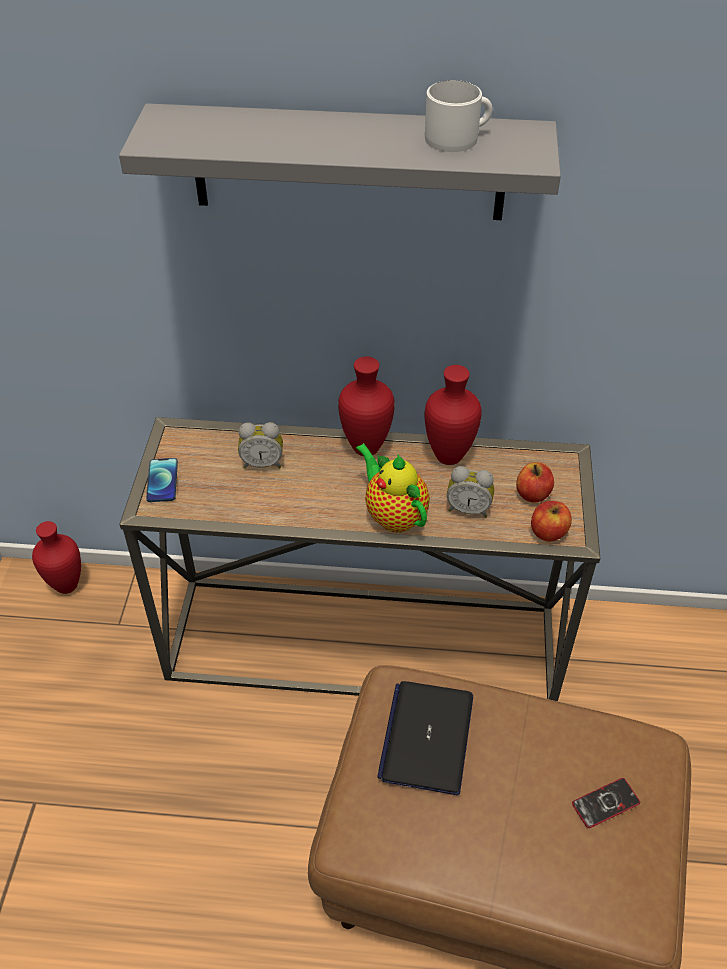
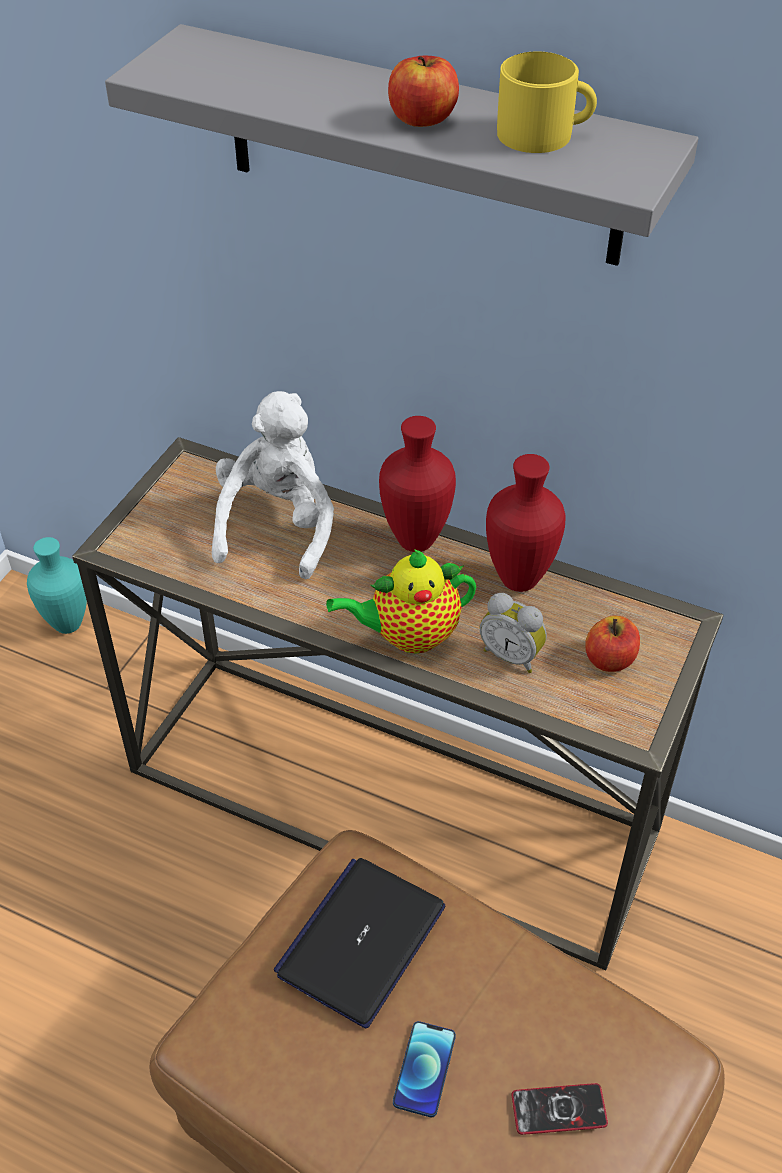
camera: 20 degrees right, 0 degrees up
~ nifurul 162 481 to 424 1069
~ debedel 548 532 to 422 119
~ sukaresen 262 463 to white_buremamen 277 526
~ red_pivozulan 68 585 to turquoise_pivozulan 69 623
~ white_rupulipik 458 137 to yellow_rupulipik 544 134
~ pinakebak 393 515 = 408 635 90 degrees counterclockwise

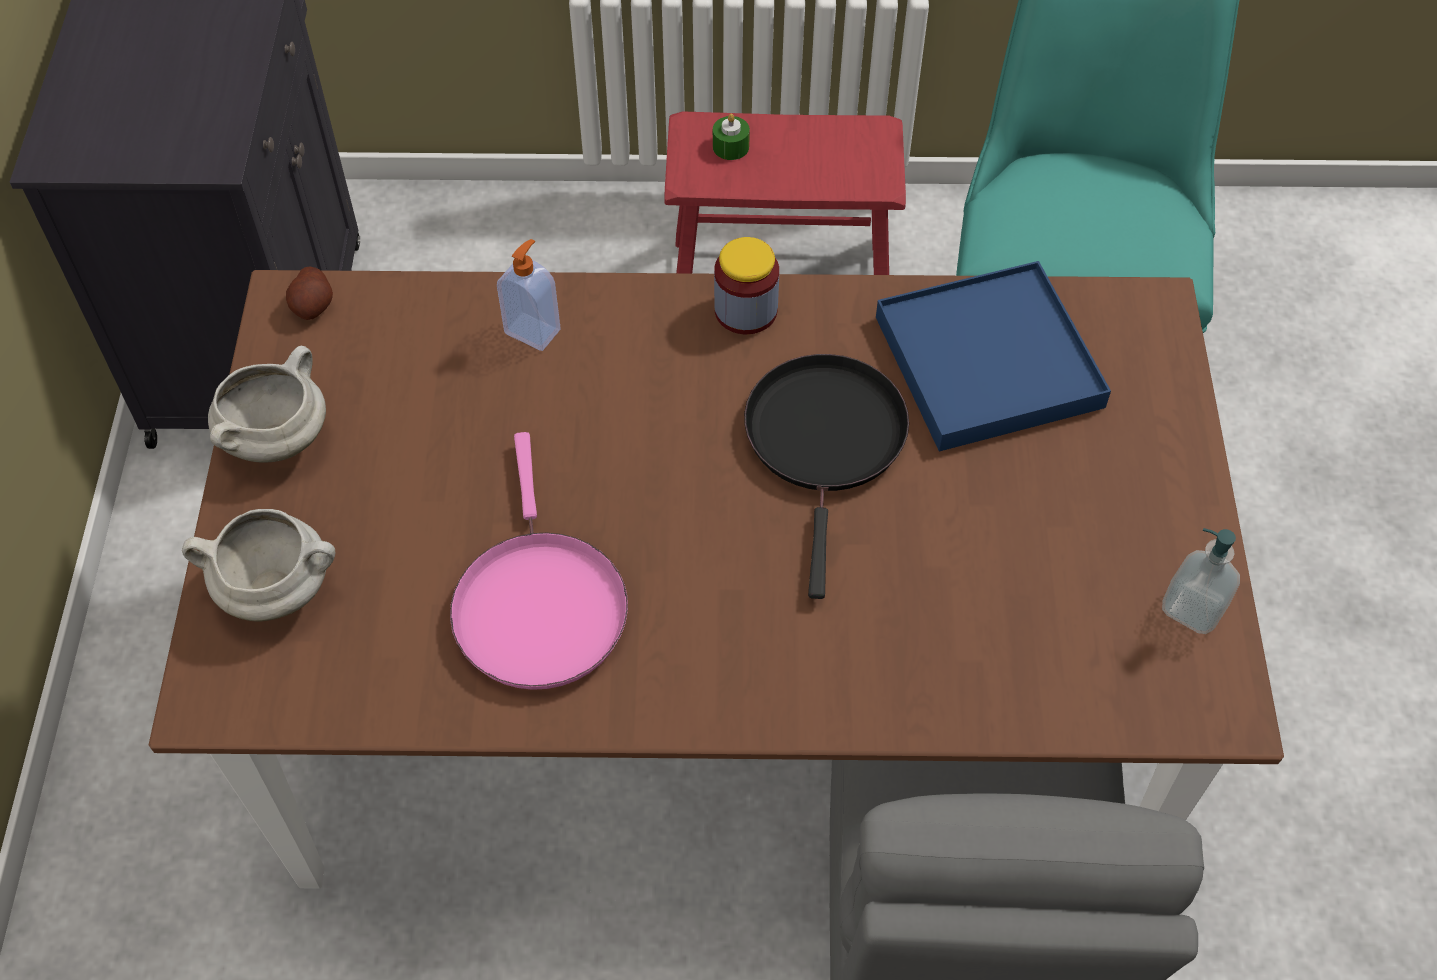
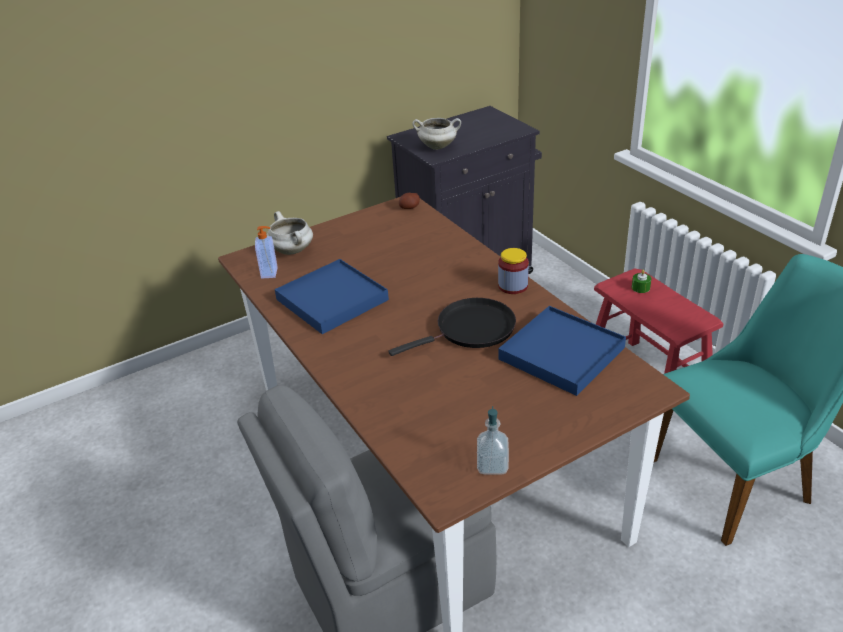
camera: 60 degrees right, 20 degrees down
~ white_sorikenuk 277 438 to 438 146
~ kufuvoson 533 330 to 270 273
~ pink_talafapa 538 605 to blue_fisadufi 331 299

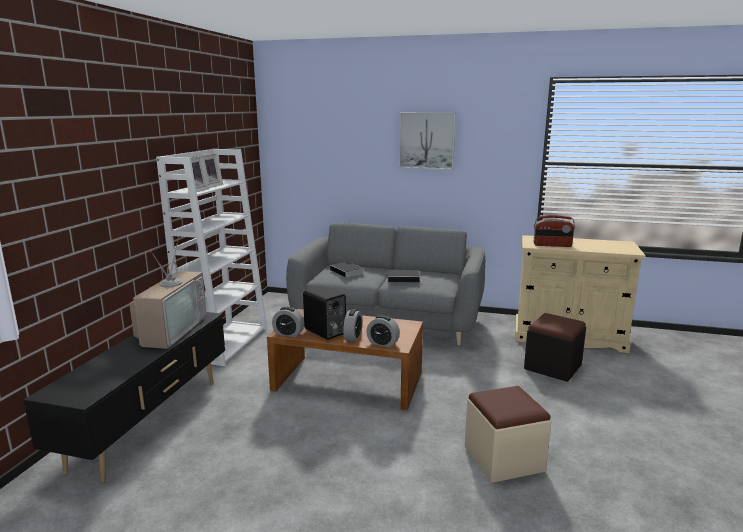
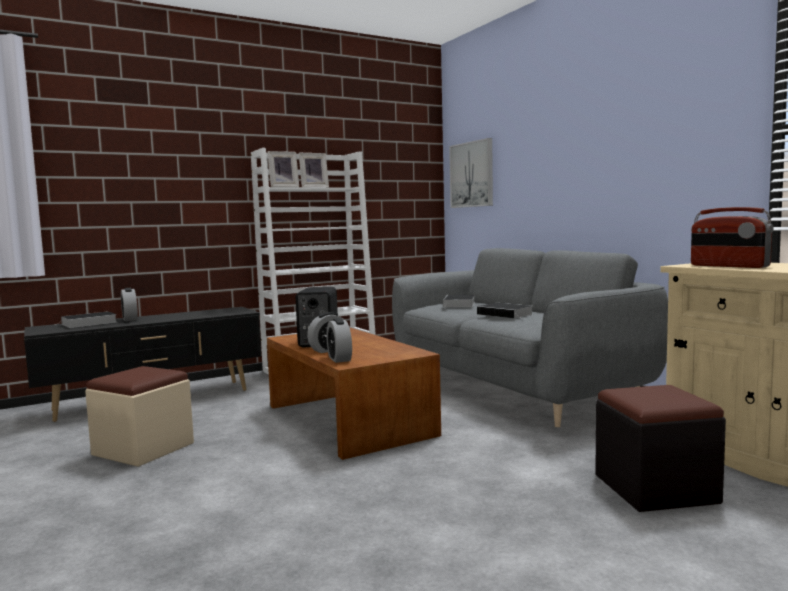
camera: 45 degrees right, 10 degrees down
- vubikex 171 330
+ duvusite 88 323
~ sukaresen 288 334 to 130 319
~ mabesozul 427 140 to 472 174
~ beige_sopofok 503 459 to 143 449

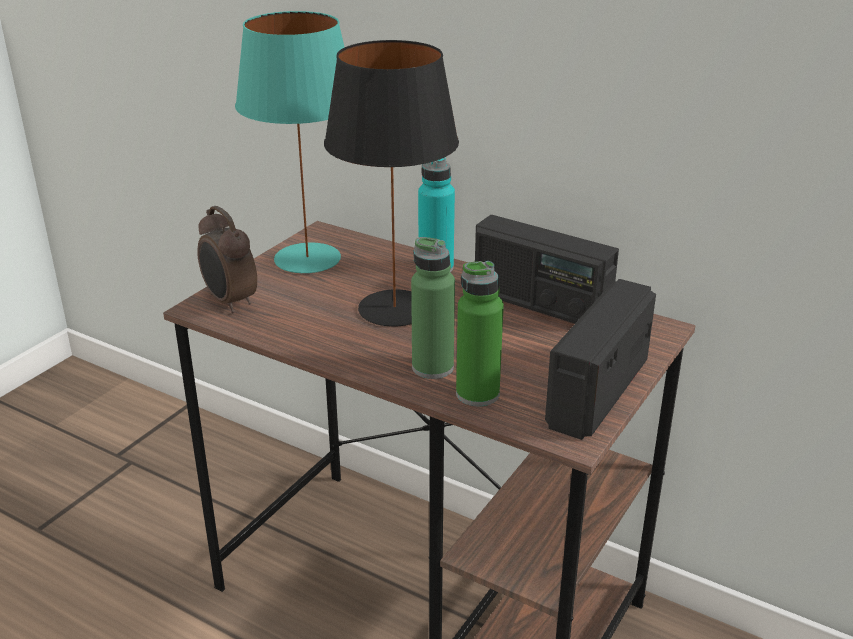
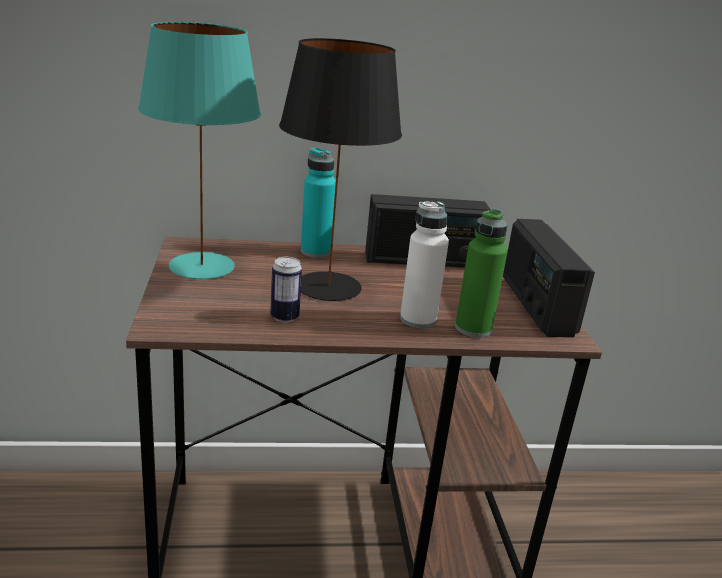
camera: 40 degrees left, 5 degrees down
- sukaresen 229 302
+ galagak 284 317
~ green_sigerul 432 367 to white_sigerul 418 320

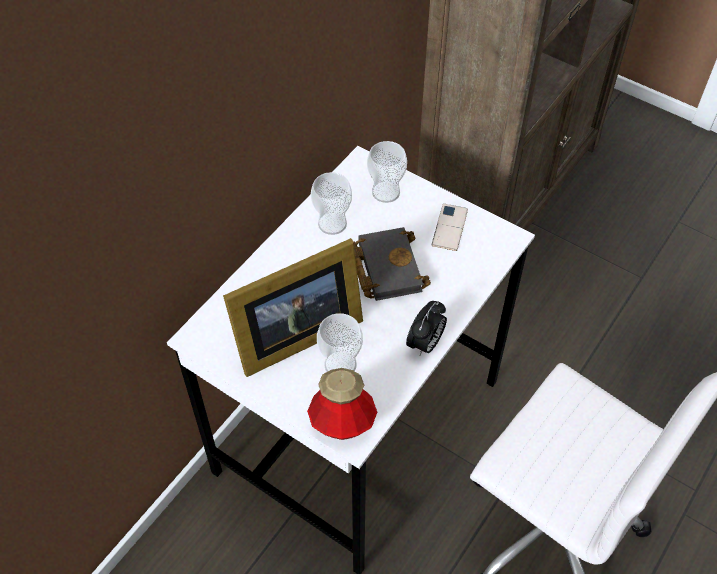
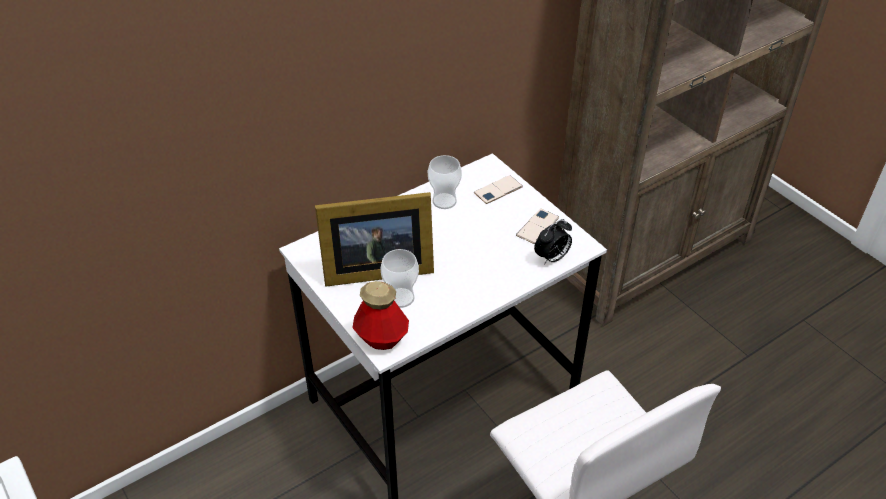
camera: 20 degrees right, 10 degrees down
- black_duvusite 385 267
~ sukaresen 425 344 to 552 258
~ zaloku 386 192 to nifurul 498 190

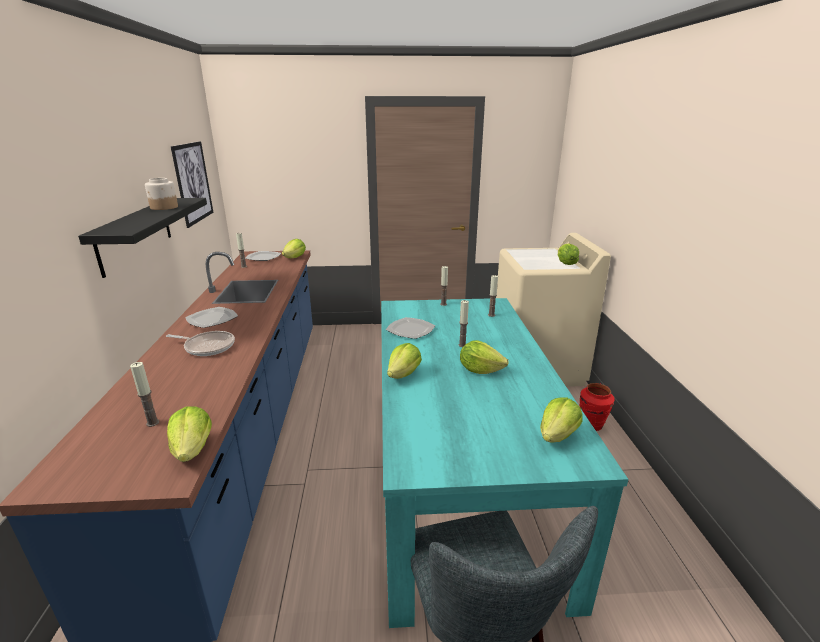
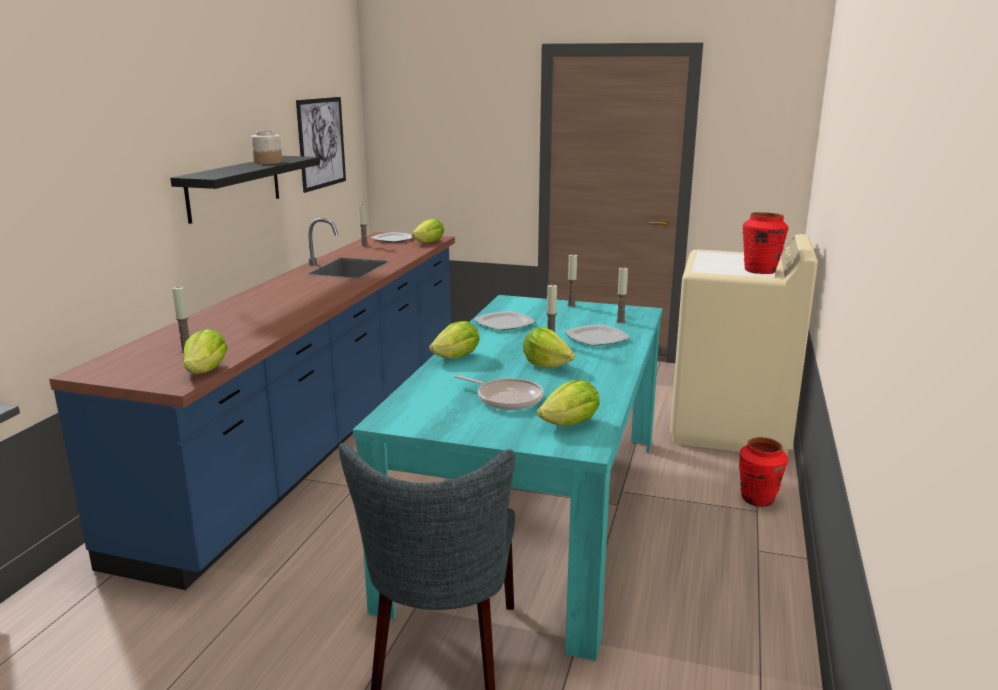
camera: 20 degrees right, 5 degrees down
~ talafapa 207 347 to 506 398
~ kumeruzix 211 319 to 596 338
~ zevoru 565 264 to red_pivozulan 760 271

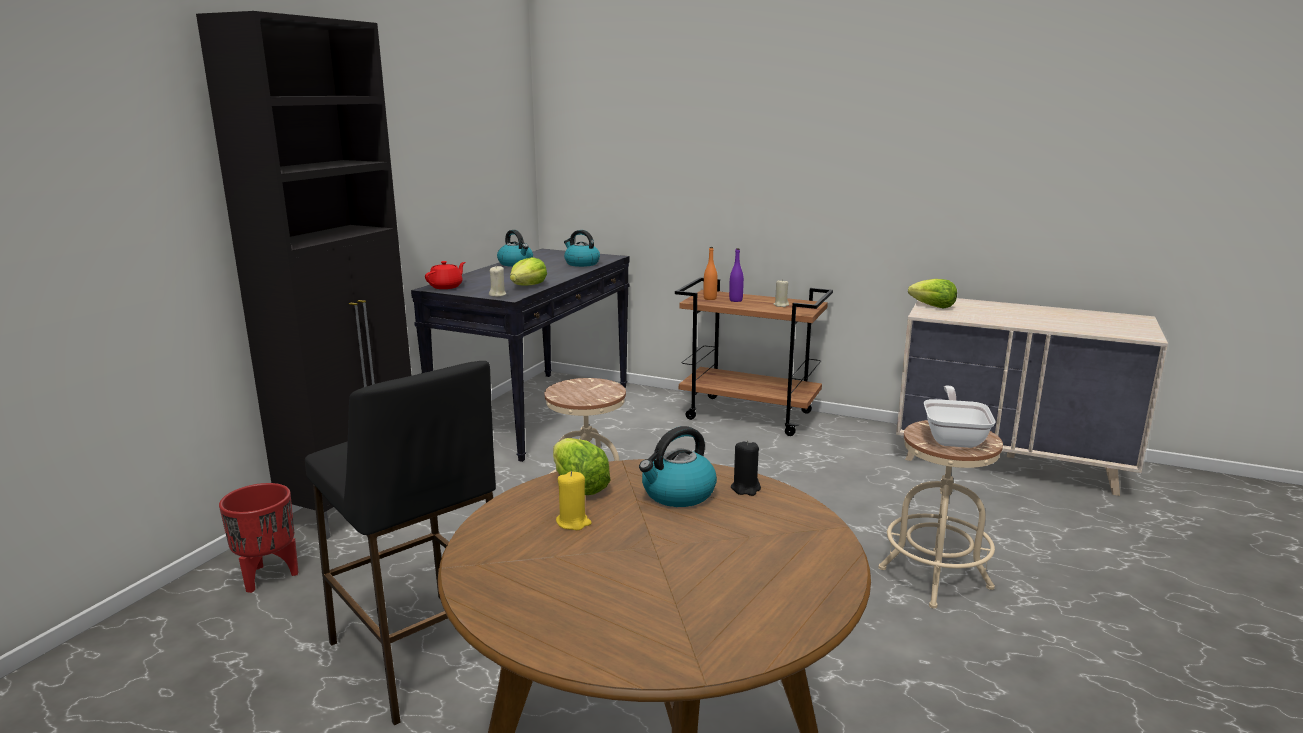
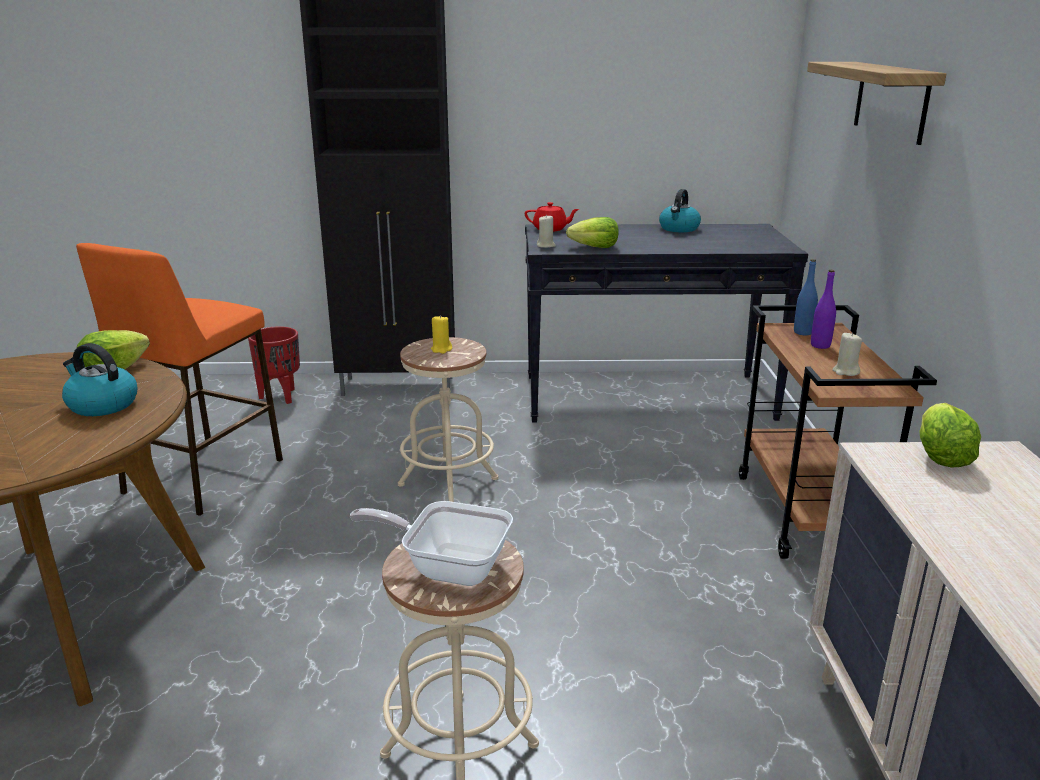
camera: 65 degrees right, 5 degrees up
- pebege 581 263
- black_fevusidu 745 488
+ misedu 891 100
~ yellow_fevusidu 573 522 to 441 349
~ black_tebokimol 422 654 to orange_tebokimol 203 476
~ orange_sigerul 710 298 to blue_sigerul 803 332
~ talafapa 954 438 = 448 567 150 degrees counterclockwise

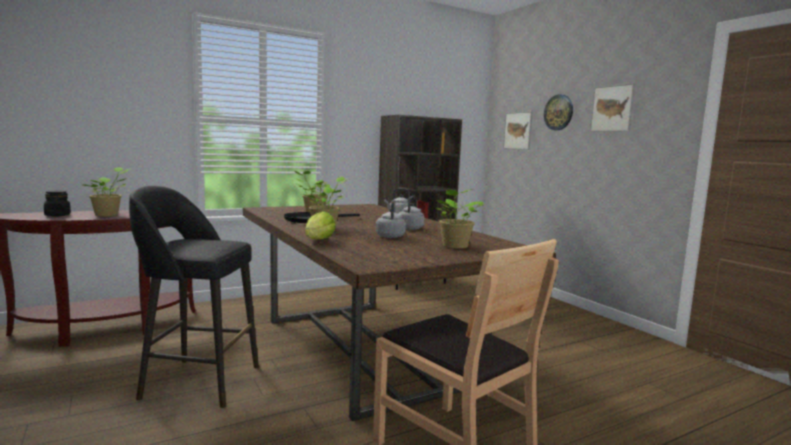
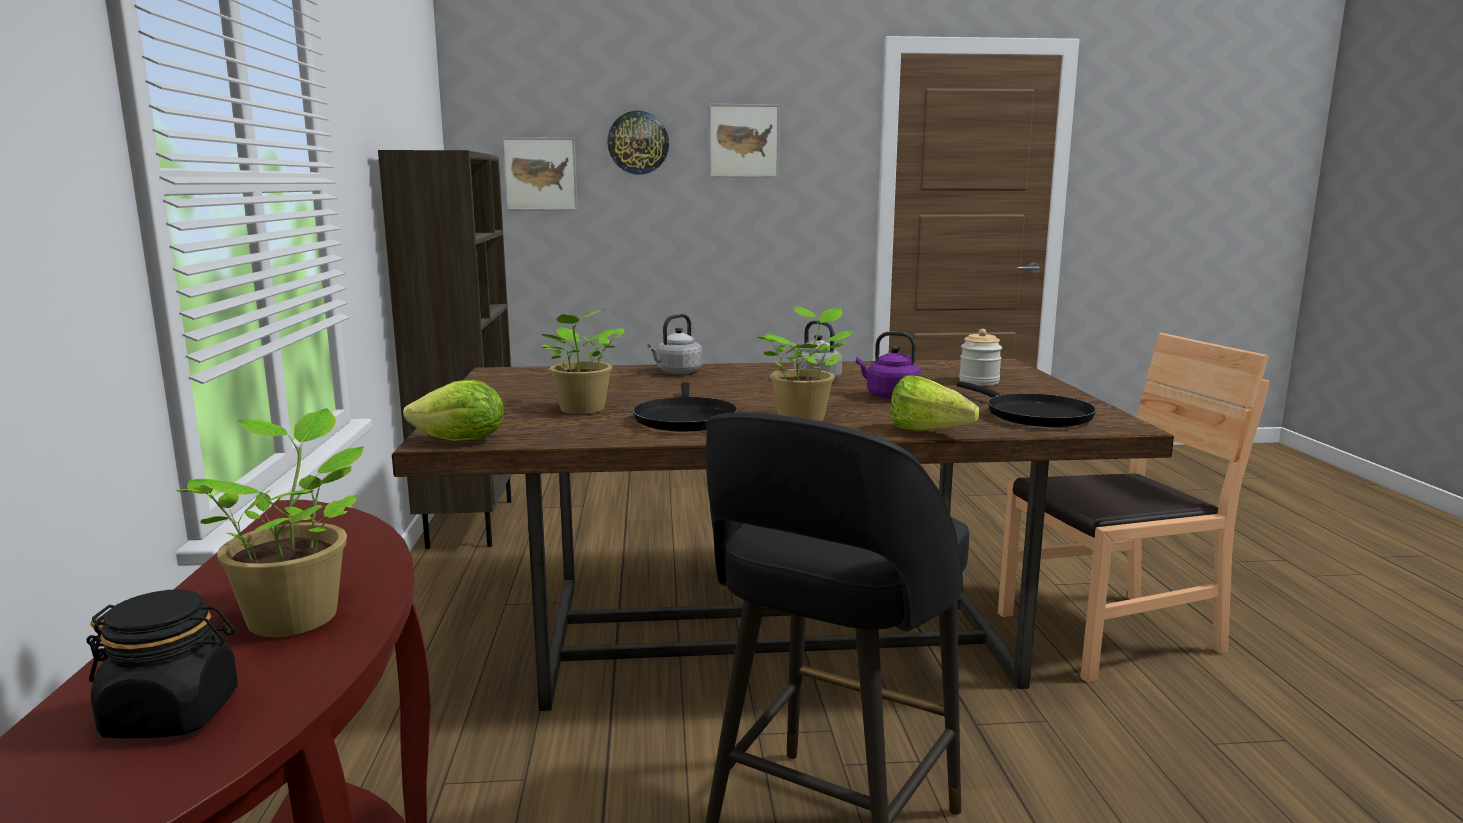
camera: 65 degrees left, 5 degrees up
+ zevoru 461 441
+ black_talafapa 1033 415
~ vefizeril 454 246 to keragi 979 382
~ grey_pebege 390 236 to purple_pebege 889 396

